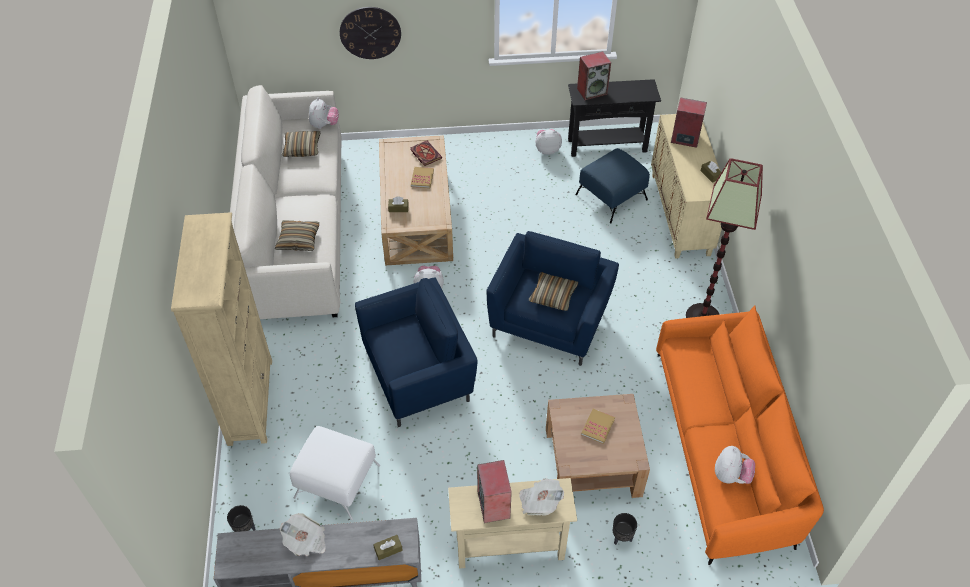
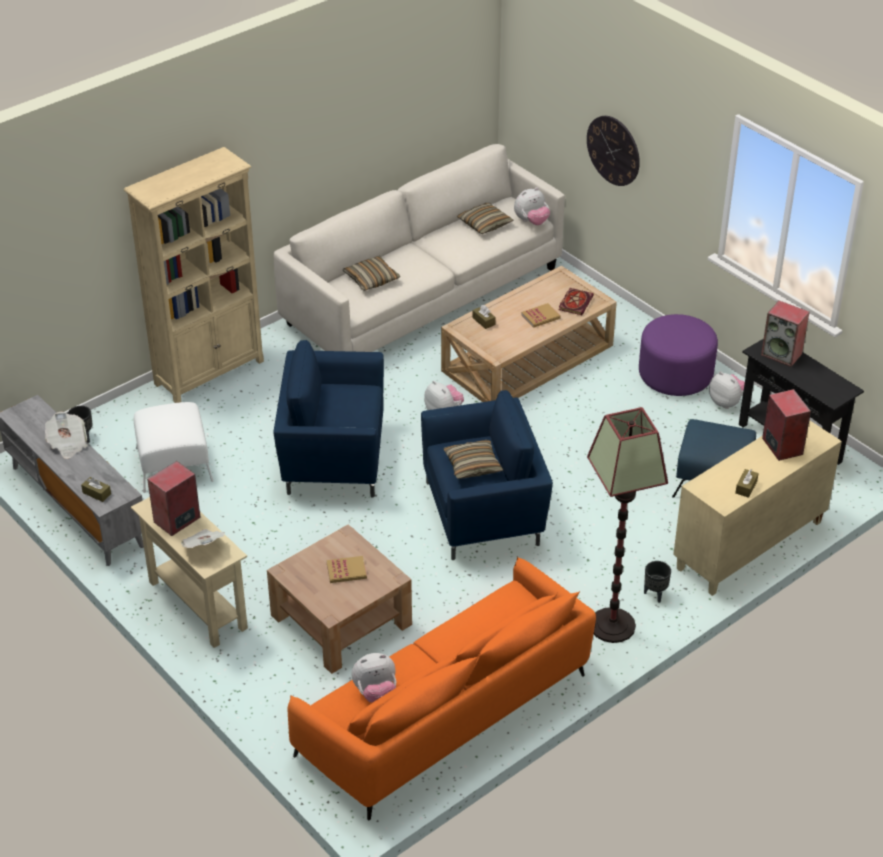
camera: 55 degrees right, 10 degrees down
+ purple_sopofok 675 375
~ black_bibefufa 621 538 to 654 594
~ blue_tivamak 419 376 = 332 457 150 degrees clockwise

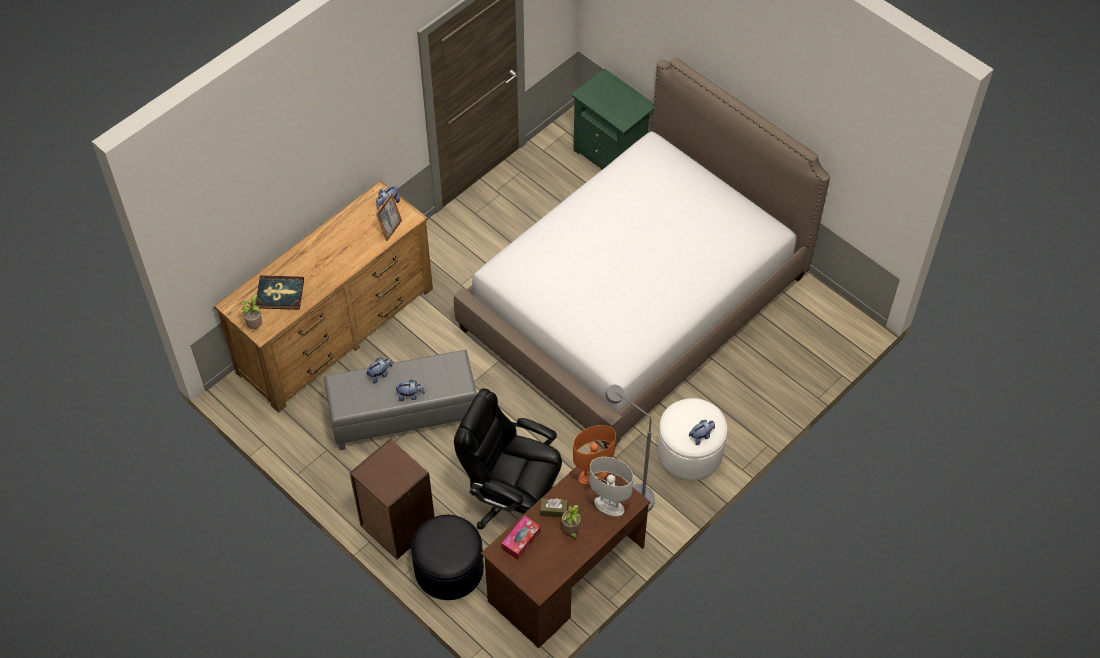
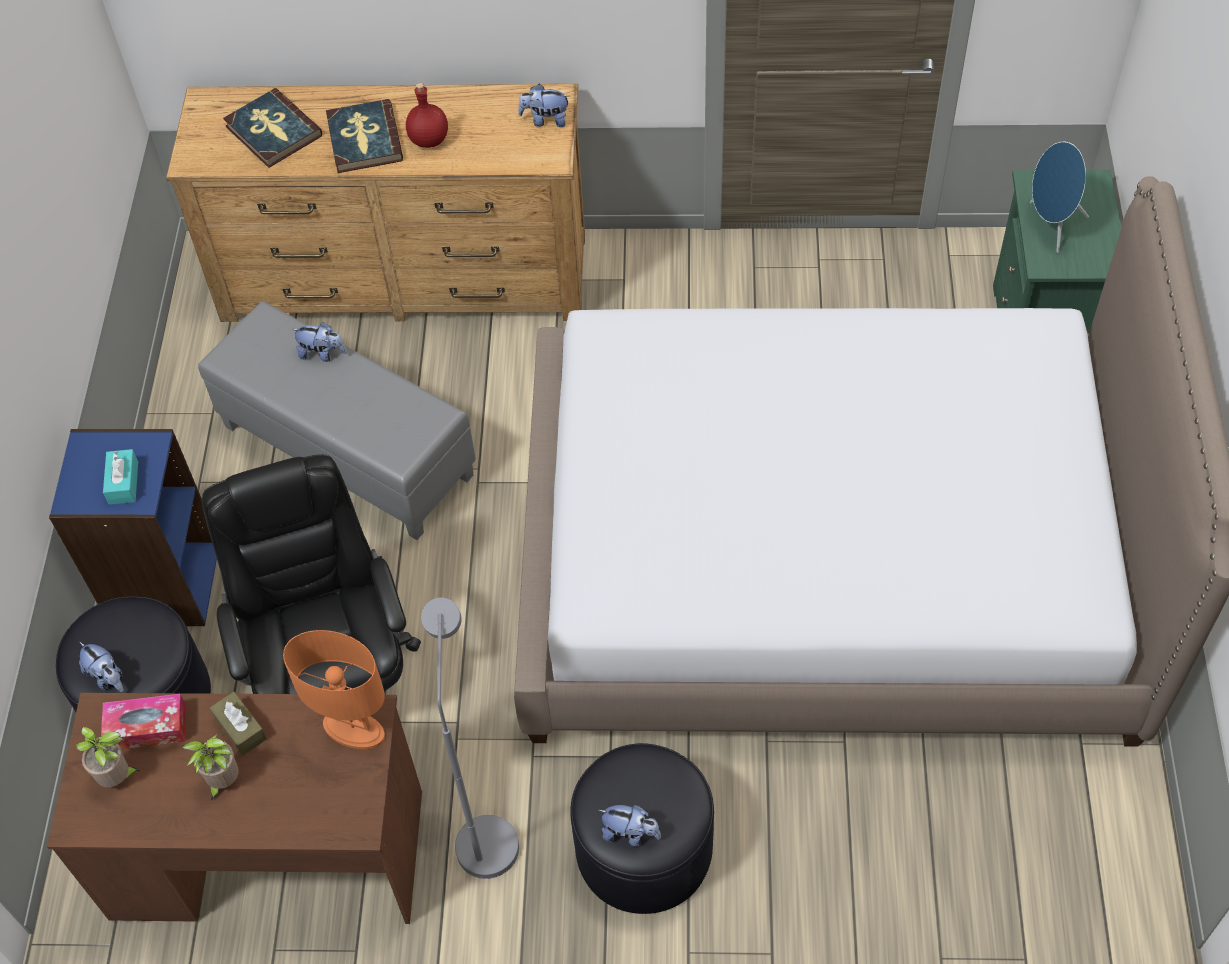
camera: 50 degrees right, 0 degrees up
- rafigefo 390 229
- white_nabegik 609 507
+ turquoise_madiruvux 123 482
+ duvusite 364 139
+ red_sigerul 428 139
+ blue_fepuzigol 1051 226
~ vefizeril 256 325 to 118 777
~ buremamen 410 395 to 107 677
~ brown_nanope 397 526 to blue_nanope 164 583
~ white_sopofok 690 451 to black_sopofok 644 849

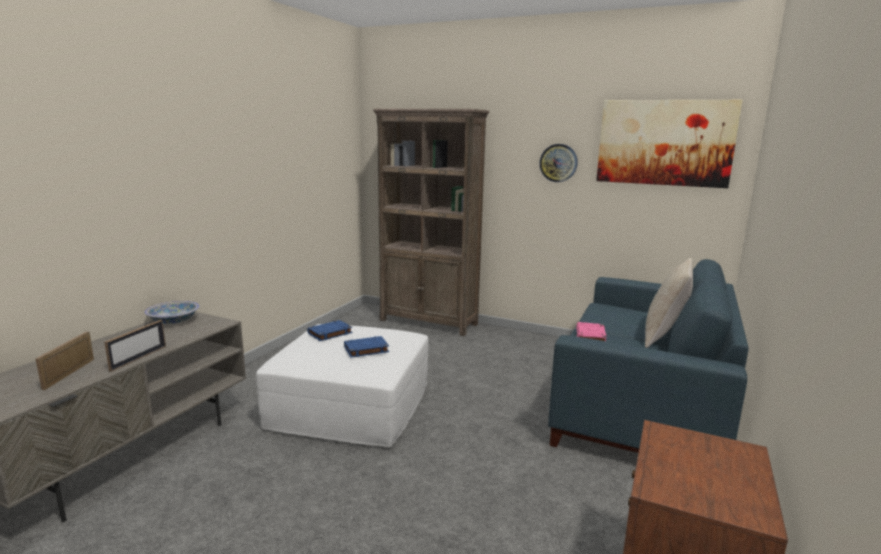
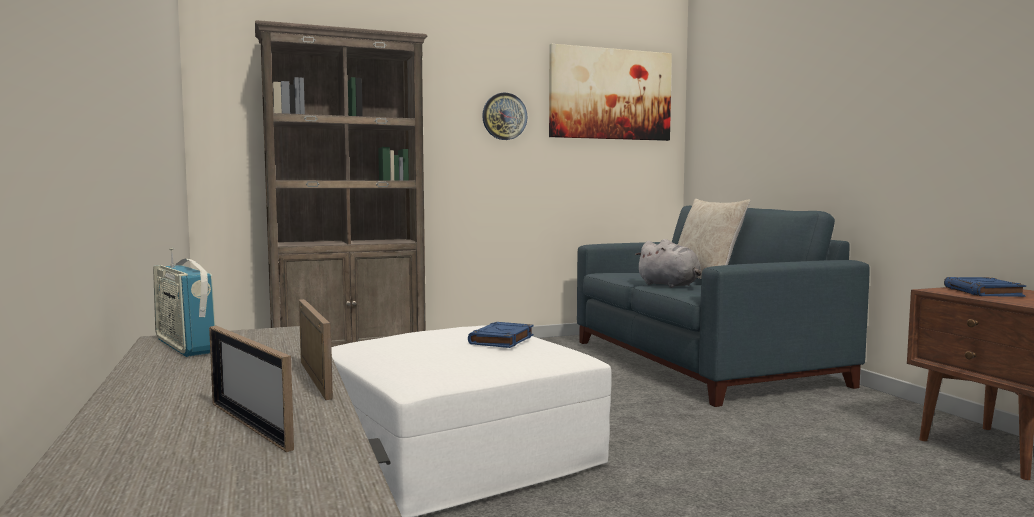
camera: 45 degrees left, 10 degrees down
~ blue_duvusite 329 333 to 983 292
~ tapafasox 174 321 to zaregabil 185 346
~ pink_duvusite 590 336 to grey_buremamen 670 285

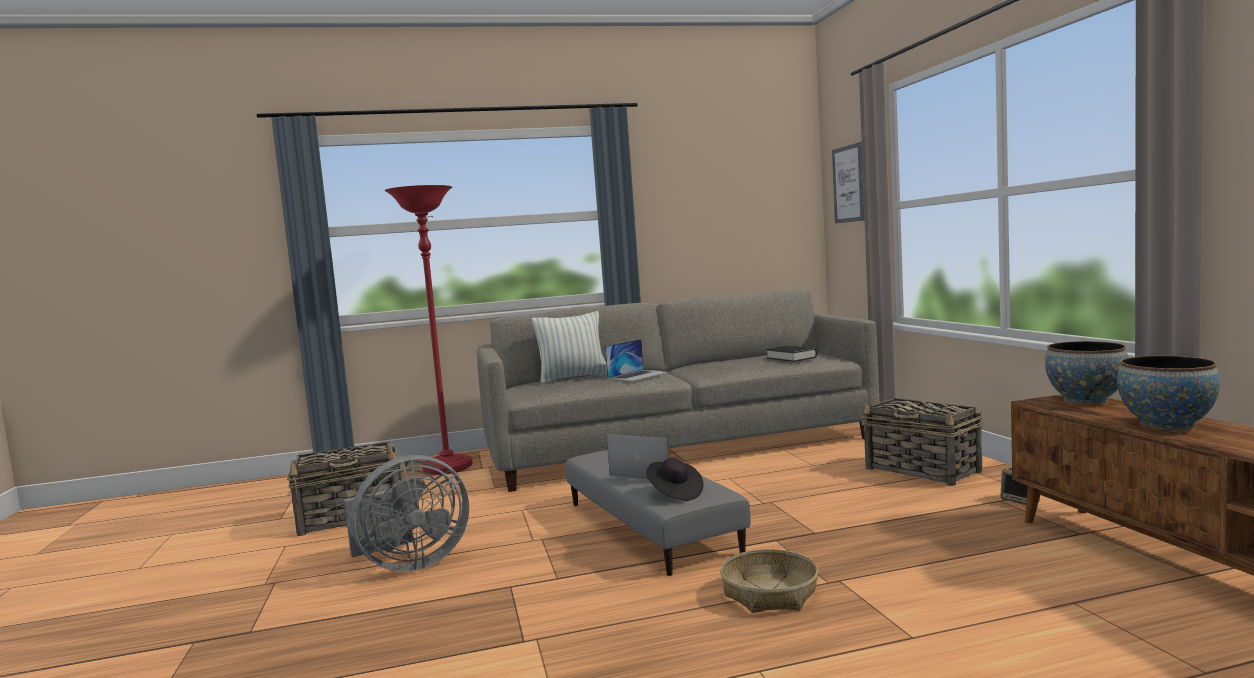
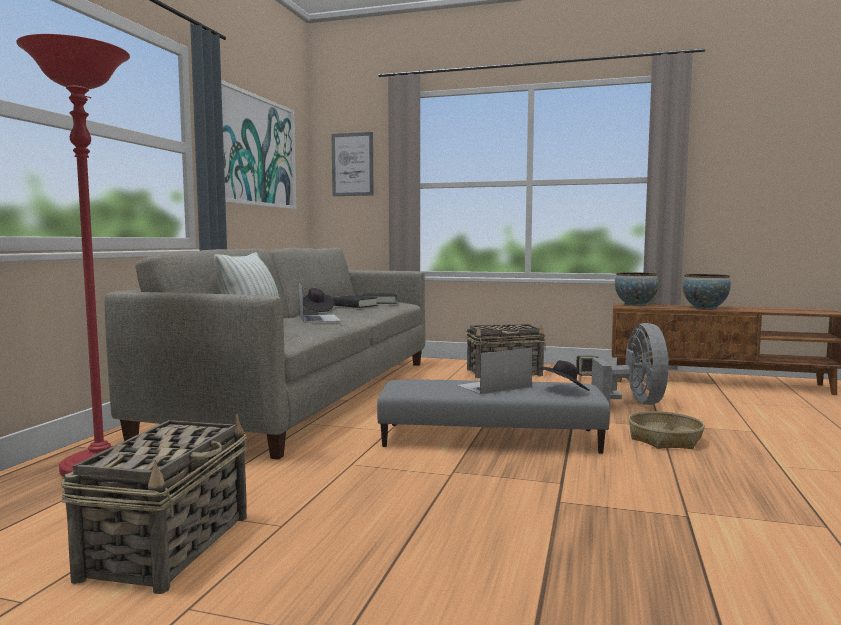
camera: 60 degrees left, 0 degrees up
+ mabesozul 255 151
+ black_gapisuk 315 310
+ black_duvusite 355 305
~ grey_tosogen 409 564 to 634 404

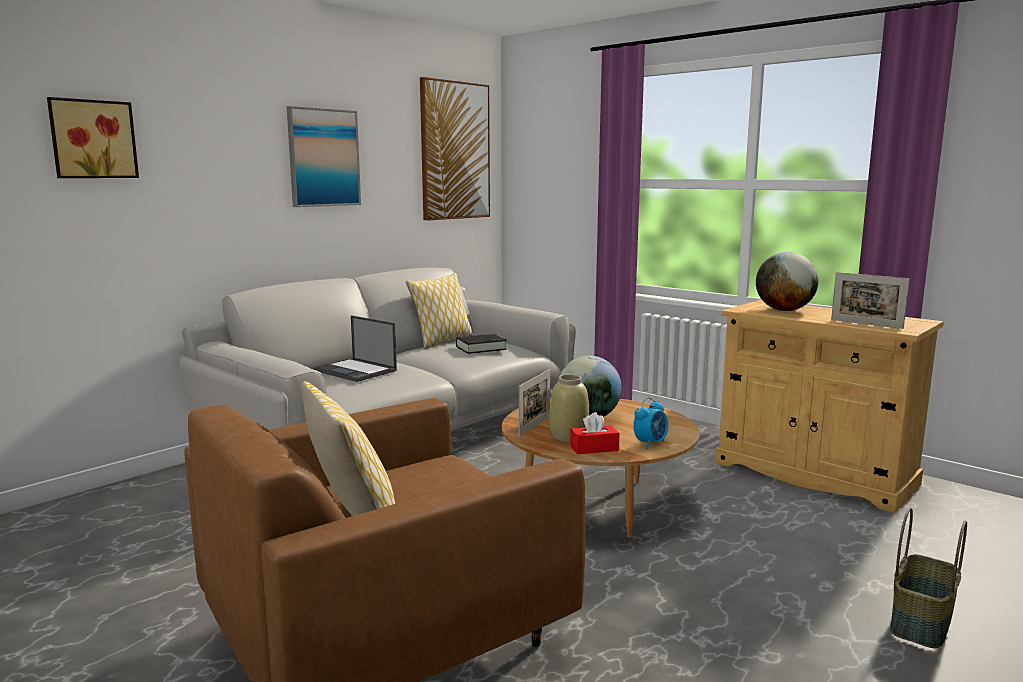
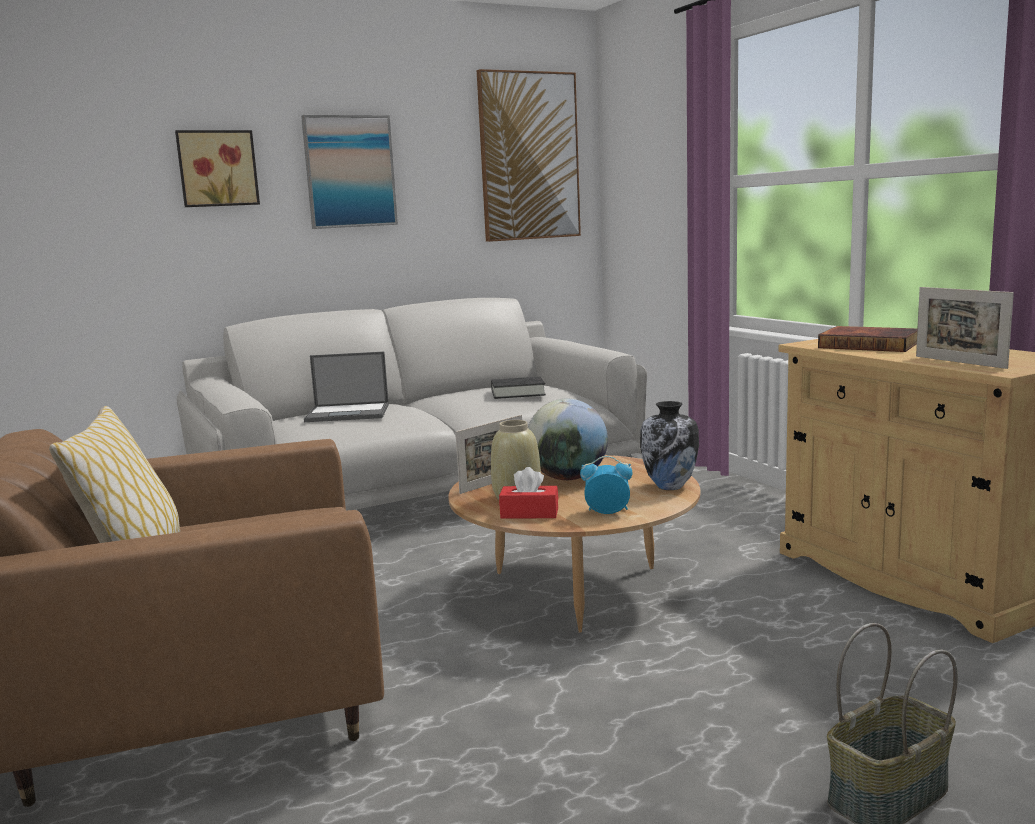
camera: 20 degrees right, 0 degrees up
- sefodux 442 342
+ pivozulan 670 487
~ mabesozul 92 139 to 217 168
~ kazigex 784 310 to duvusite 870 344
~ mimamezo 356 371 = 349 413 60 degrees counterclockwise
~ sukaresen 650 443 = 607 512 150 degrees counterclockwise

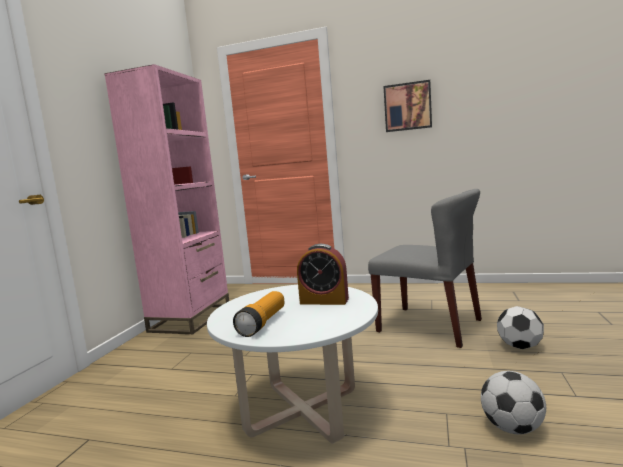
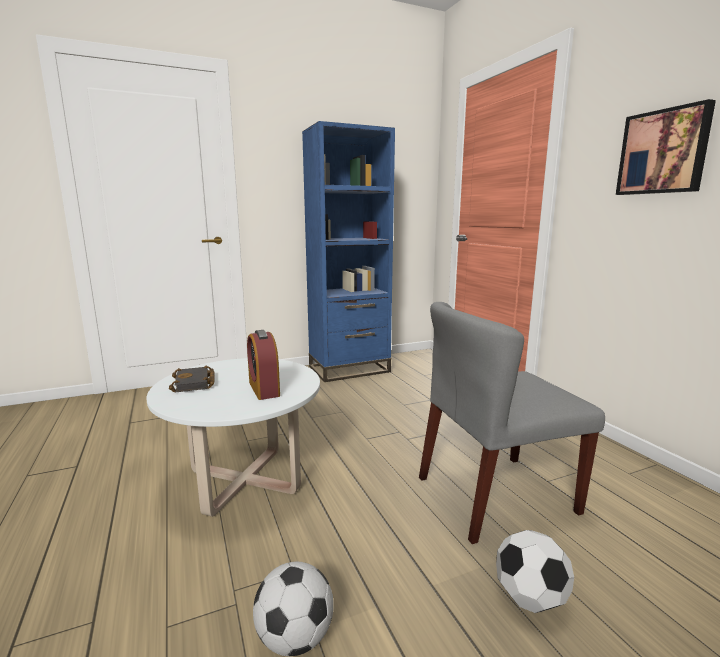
camera: 50 degrees right, 5 degrees up
~ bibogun 263 323 to black_duvusite 195 383
~ pink_nanope 191 318 to blue_nanope 349 369
~ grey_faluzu 430 325 = 495 495 75 degrees clockwise

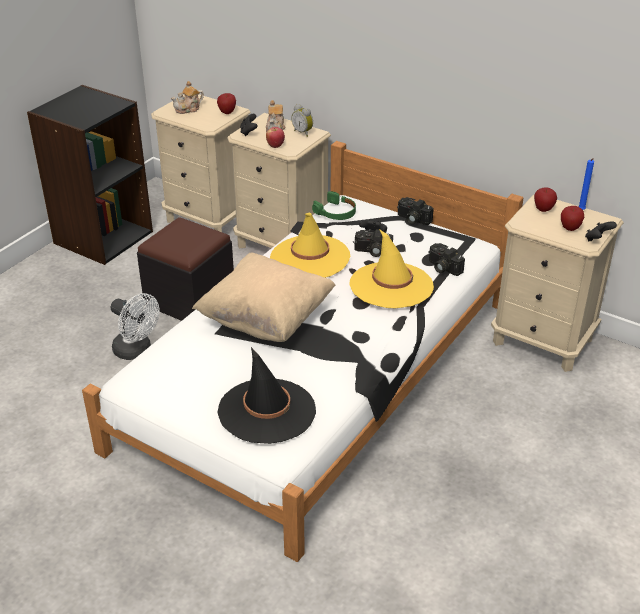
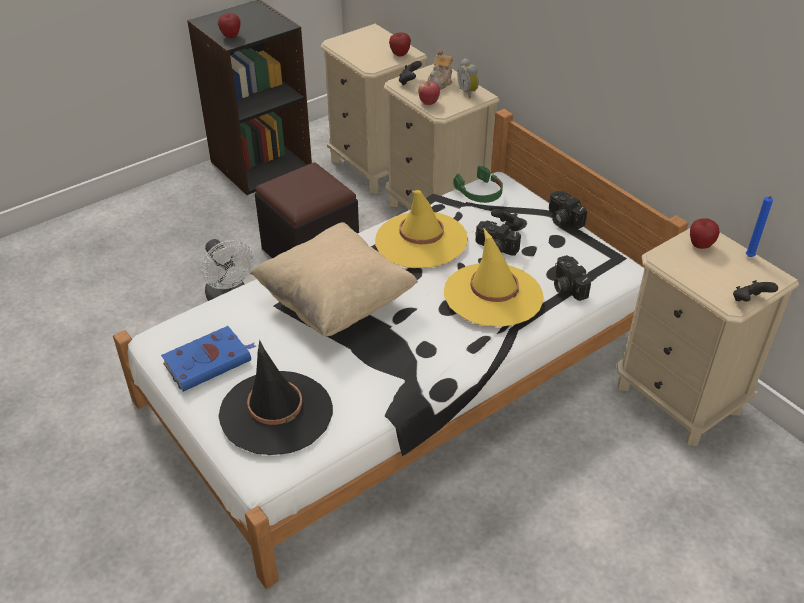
camera: 20 degrees right, 5 degrees up
- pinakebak 188 109
+ blue_duvusite 209 361
~ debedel 570 228 to 231 36

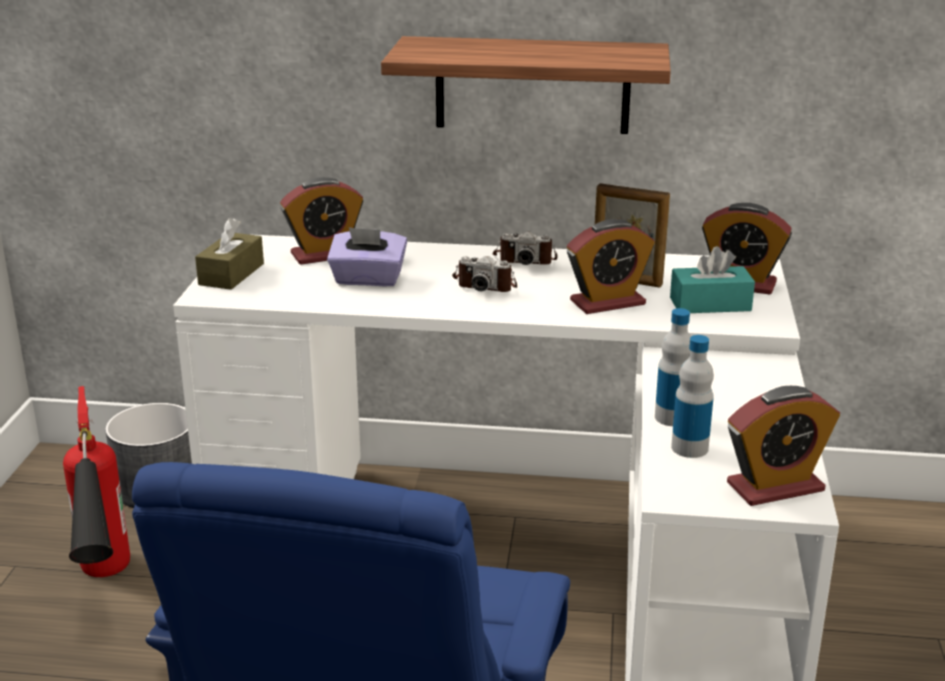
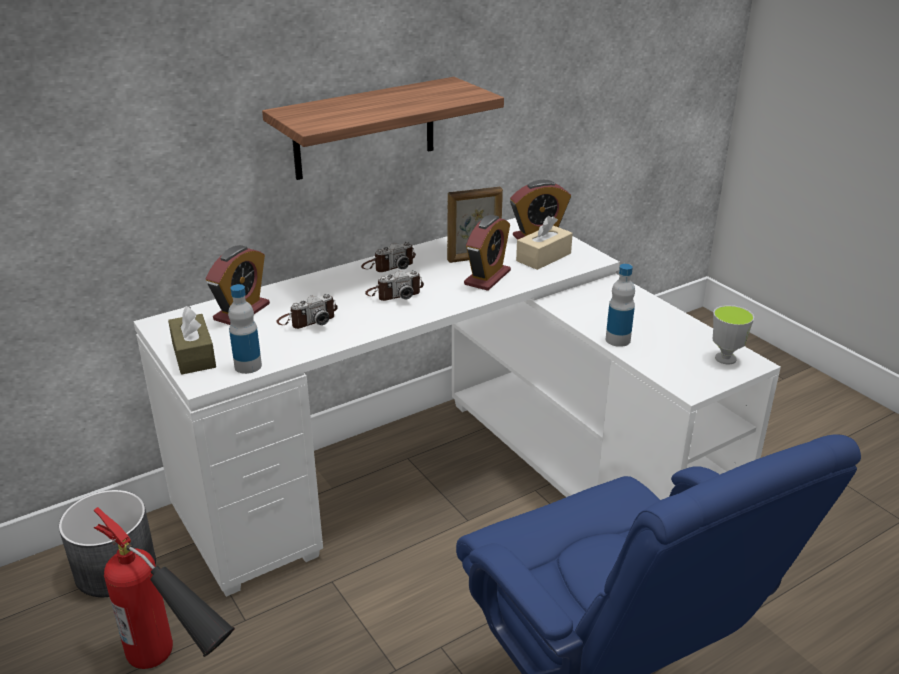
camera: 40 degrees left, 5 degrees up
~ sigerul 689 448 to 248 366
~ purple_madiruvux 368 279 to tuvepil 307 319
~ sukaresen 775 487 to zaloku 725 358
~ turquoise_madiruvux 710 304 to beige_madiruvux 543 257

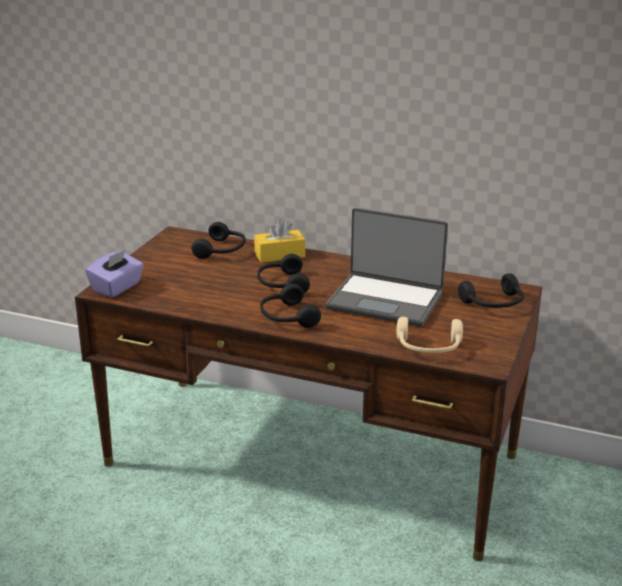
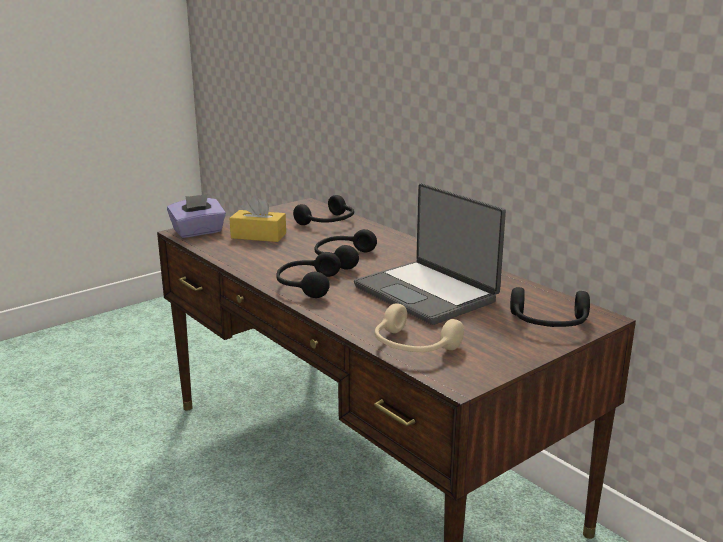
camera: 30 degrees right, 5 degrees down
~ yellow_madiruvux 279 255 to 258 236

